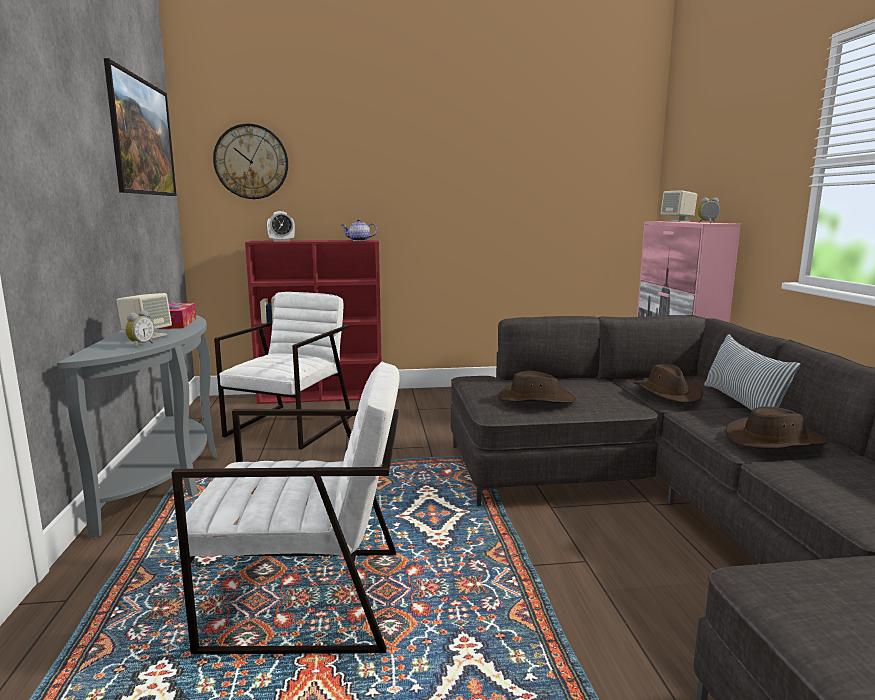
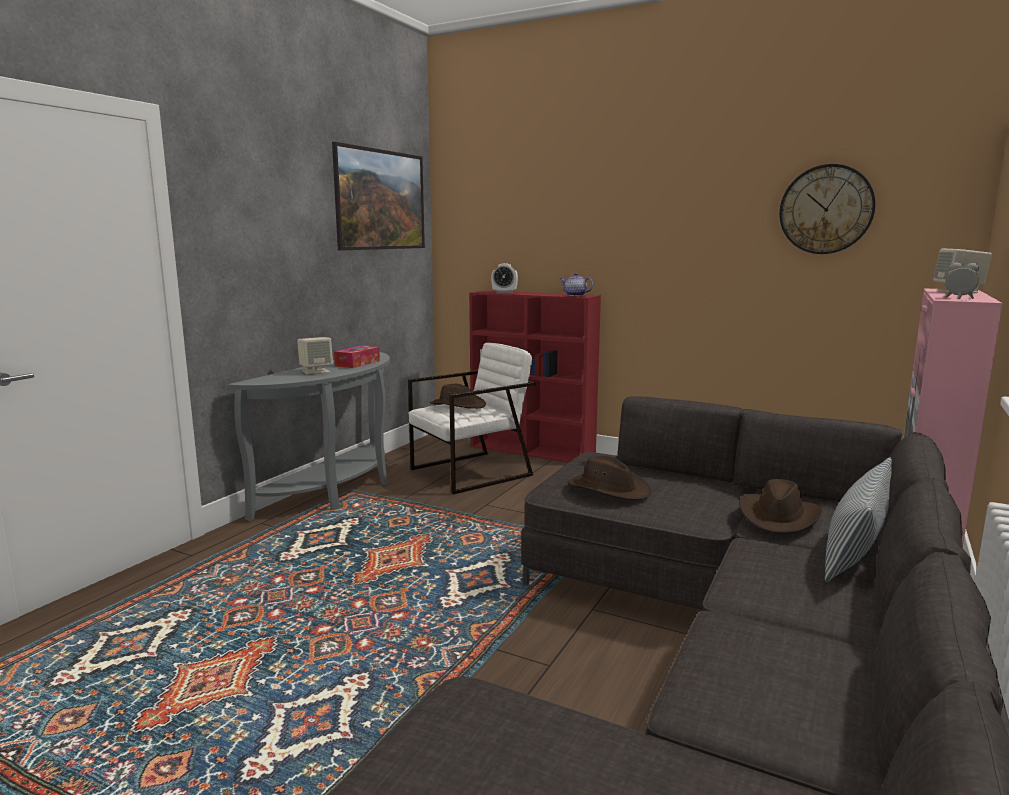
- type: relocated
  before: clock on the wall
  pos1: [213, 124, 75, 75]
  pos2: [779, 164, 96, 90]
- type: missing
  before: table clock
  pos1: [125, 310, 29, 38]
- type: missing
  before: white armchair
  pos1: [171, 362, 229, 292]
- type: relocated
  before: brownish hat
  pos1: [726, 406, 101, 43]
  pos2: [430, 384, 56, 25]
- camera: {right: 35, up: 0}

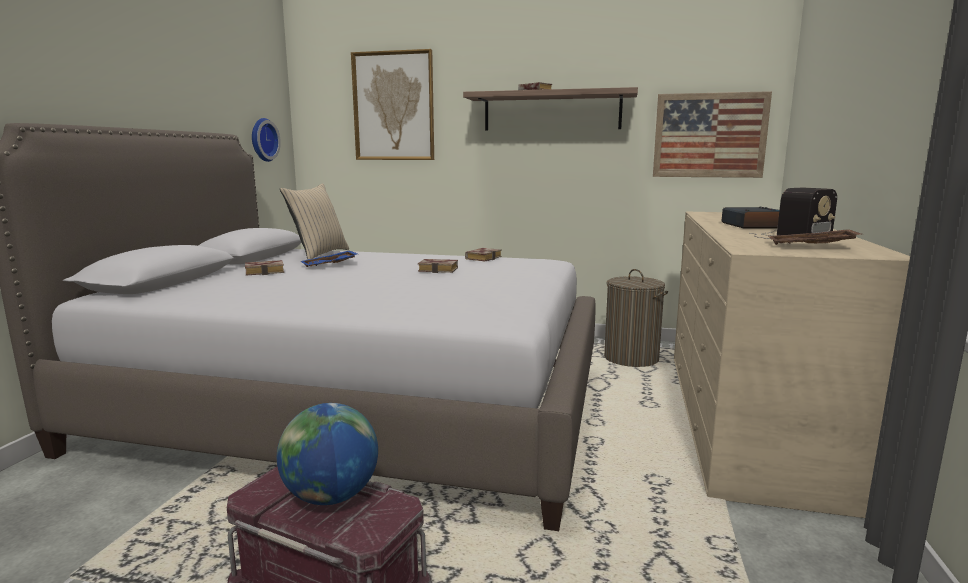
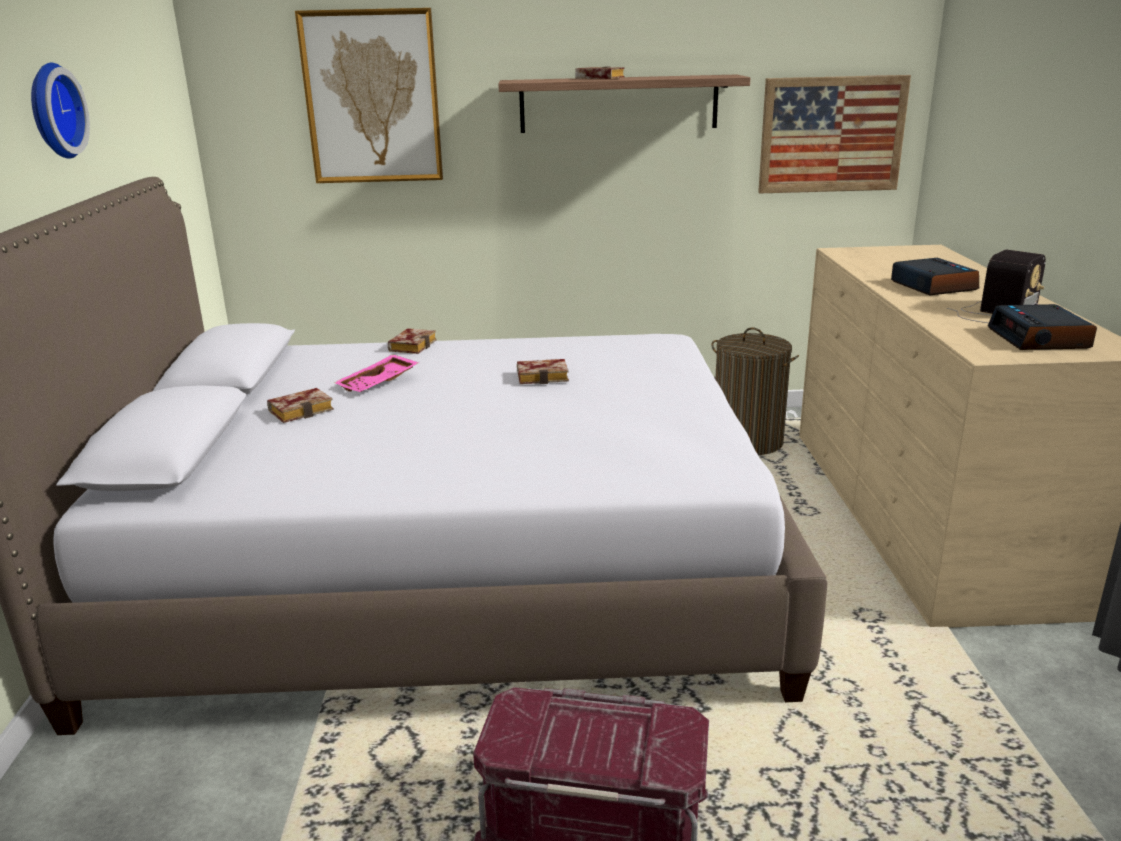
- type: relocated
  before: clock on the wall
  pos1: [252, 118, 29, 44]
  pos2: [31, 63, 59, 96]
- type: missing
  before: beige pillow
  pos1: [280, 183, 69, 76]
- type: exchanged
  before: brownish tray
  after: table clock
  pos1: [768, 229, 93, 16]
  pos2: [988, 304, 109, 46]
- type: relocated
  before: bound book
  pos1: [465, 248, 37, 13]
  pos2: [388, 328, 49, 26]
- type: colour
  before: bluish tray
  after: pink tray
  pos1: [300, 251, 57, 16]
  pos2: [335, 354, 84, 38]
- type: missing
  before: world globe
  pos1: [277, 403, 101, 102]
- camera: {right: -15, up: 10}

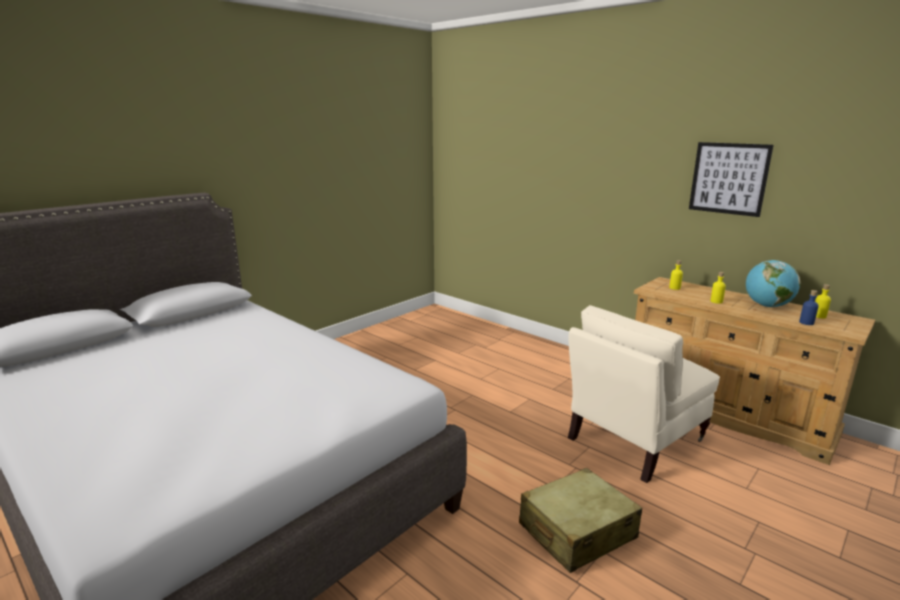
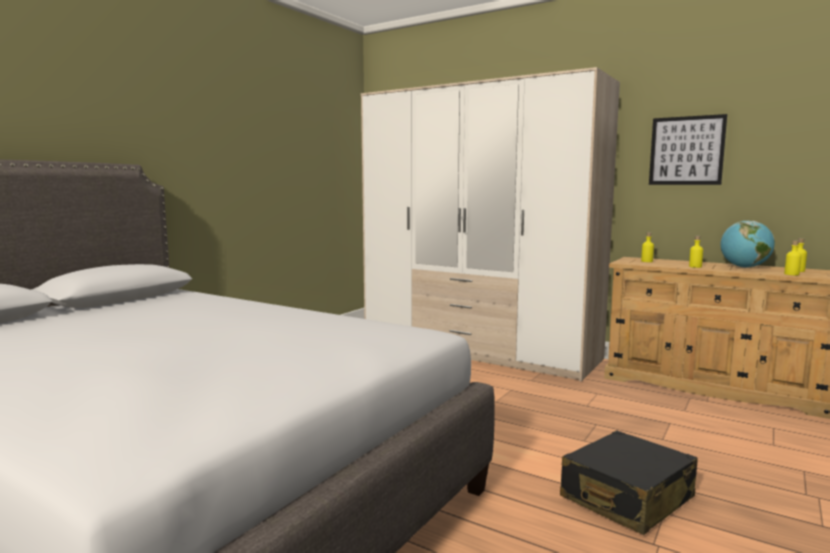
- type: colour
  before: bluish bottle
  after: yellowish bottle
  pos1: [799, 290, 20, 35]
  pos2: [784, 240, 18, 35]
- type: missing
  before: beige armchair
  pos1: [568, 305, 152, 178]
- type: colour
  before: beige suitcase
  after: black suitcase
  pos1: [519, 468, 123, 105]
  pos2: [560, 430, 138, 105]
- type: appeared
  after: clothes cupboard
  pos2: [361, 67, 259, 315]
- camera: {right: -10, up: -10}

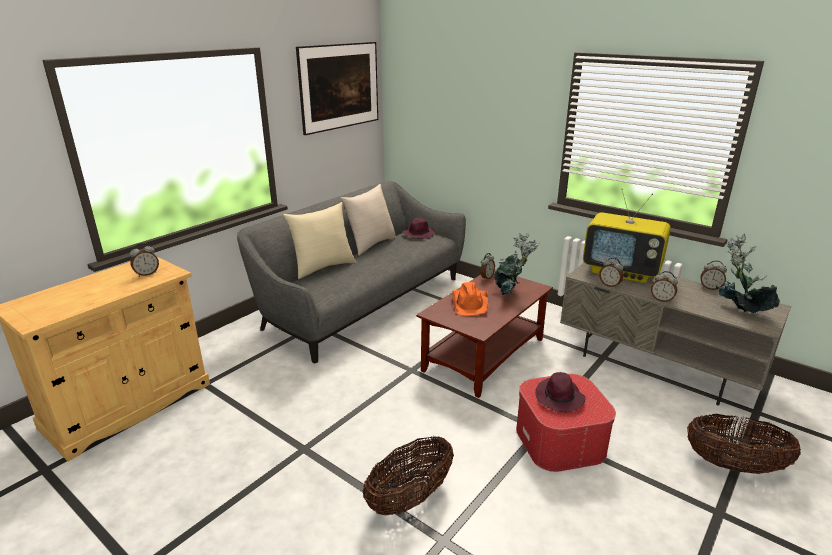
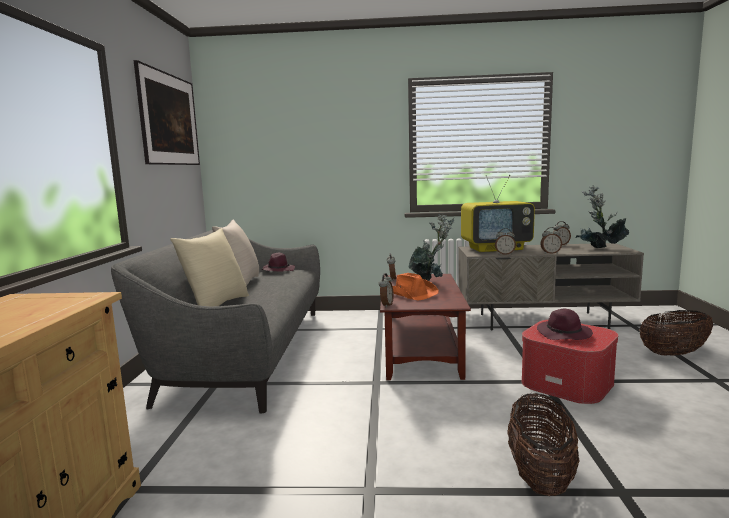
- type: relocated
  before: table clock
  pos1: [130, 243, 29, 34]
  pos2: [379, 273, 15, 35]
- camera: {right: -35, up: -15}

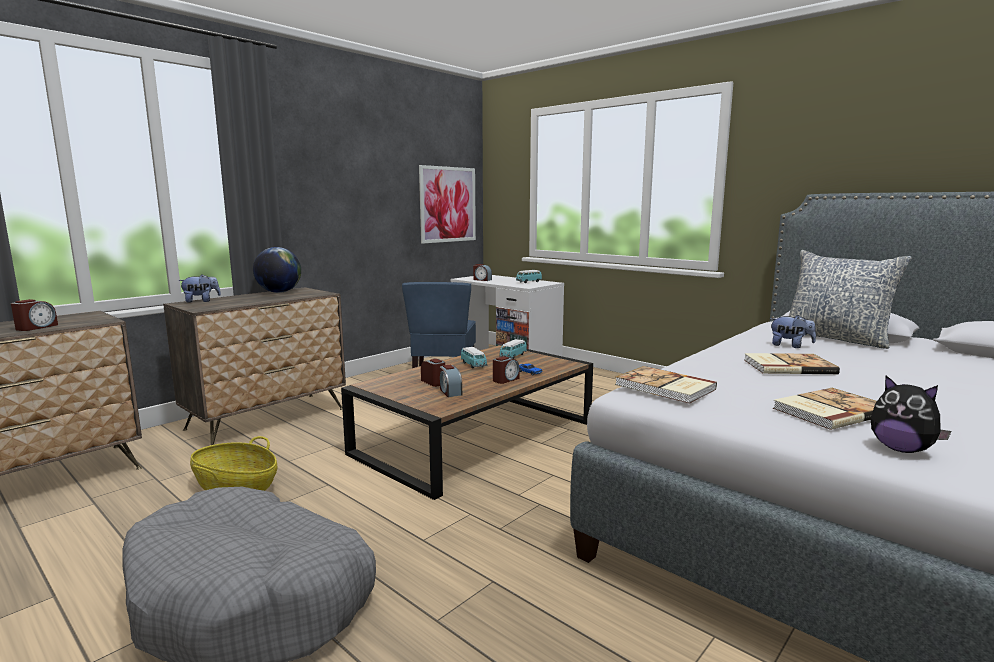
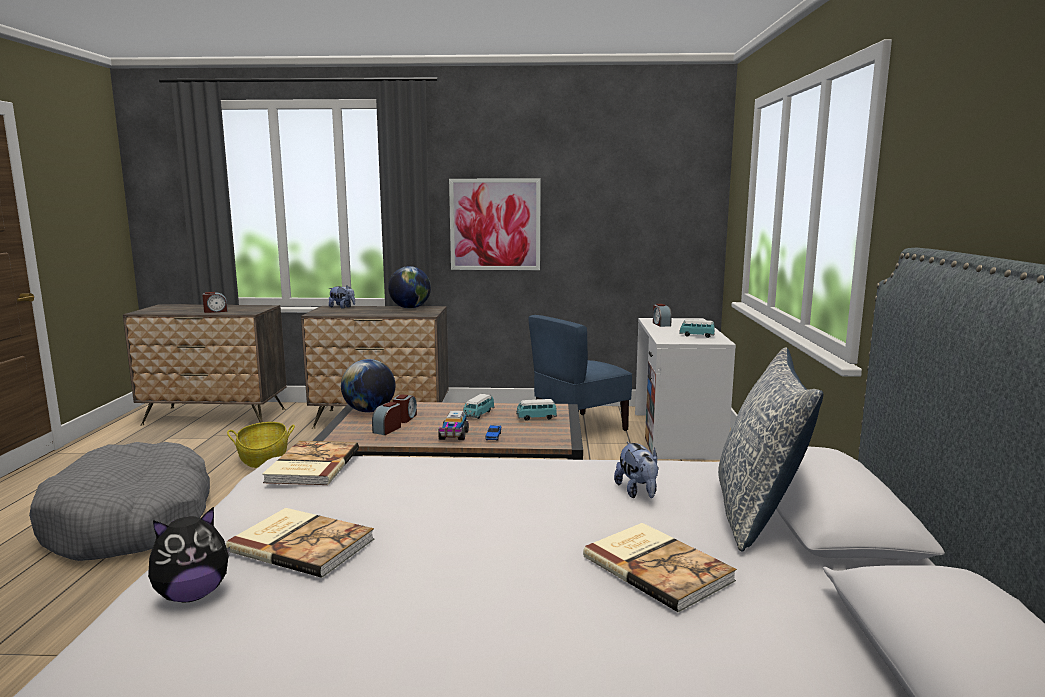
- type: relocated
  before: wall art
  pos1: [419, 165, 57, 79]
  pos2: [449, 179, 92, 91]
- type: relocated
  before: bound book
  pos1: [744, 353, 96, 21]
  pos2: [583, 523, 154, 89]
- type: exchanged
  before: table clock
  after: toy truck
  pos1: [493, 356, 27, 28]
  pos2: [438, 411, 31, 29]
- type: spun
  before: plush toy
  pos1: [870, 375, 82, 78]
  pos2: [148, 507, 82, 95]
  turn: -135
- type: appeared
  after: world globe
  pos2: [341, 359, 54, 53]
- camera: {right: 50, up: 0}

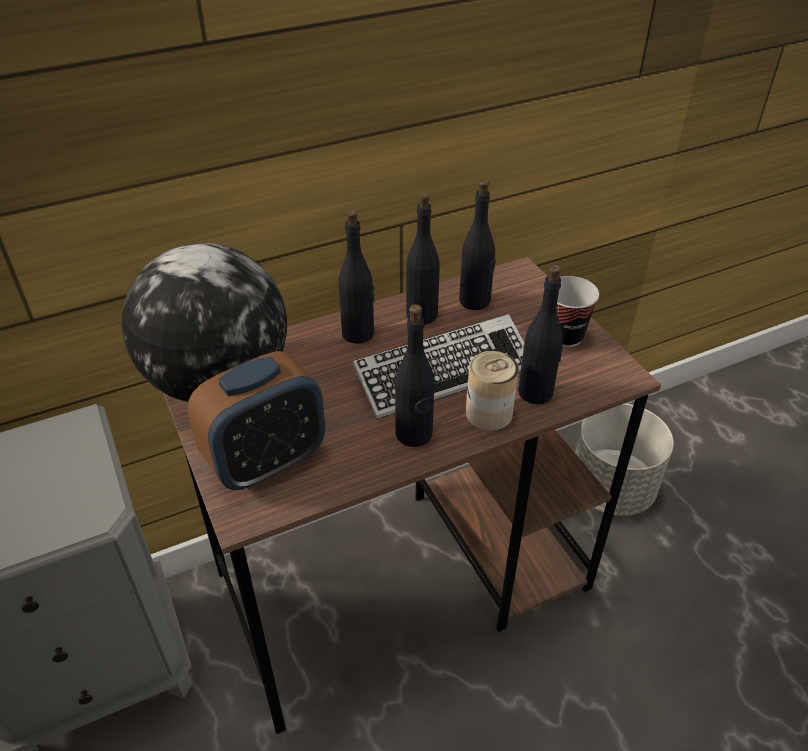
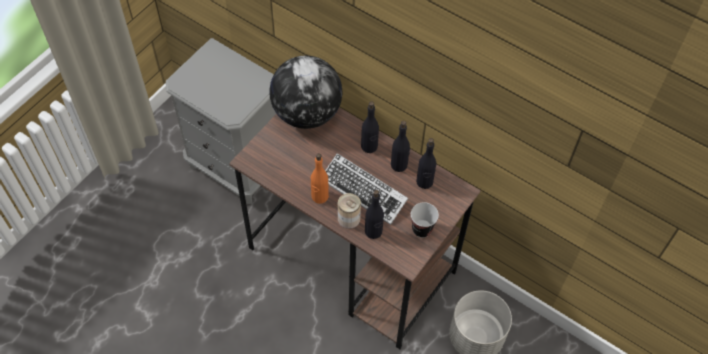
- type: colour
  before: black bottle
  after: orangey bottle
  pos1: [395, 304, 40, 143]
  pos2: [311, 153, 18, 51]
- type: missing
  before: table clock
  pos1: [187, 351, 138, 139]
- camera: {right: 60, up: 15}

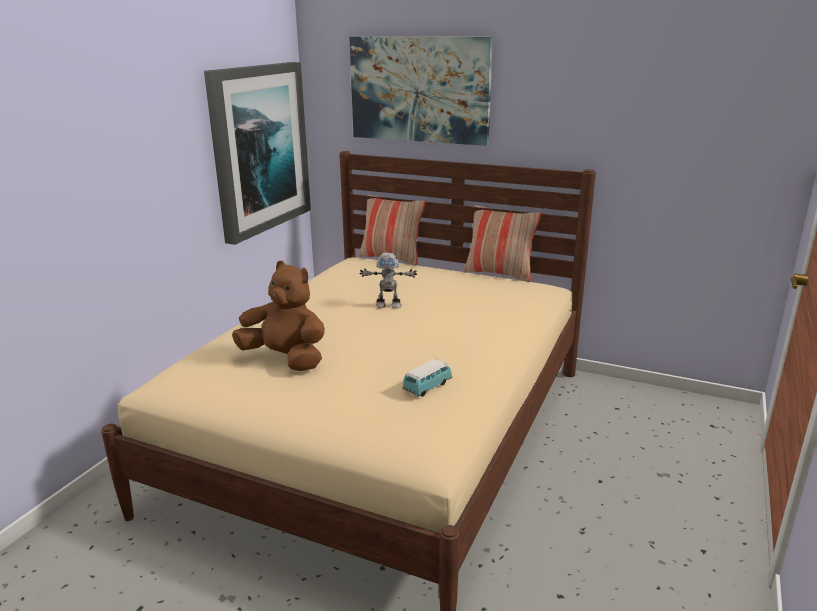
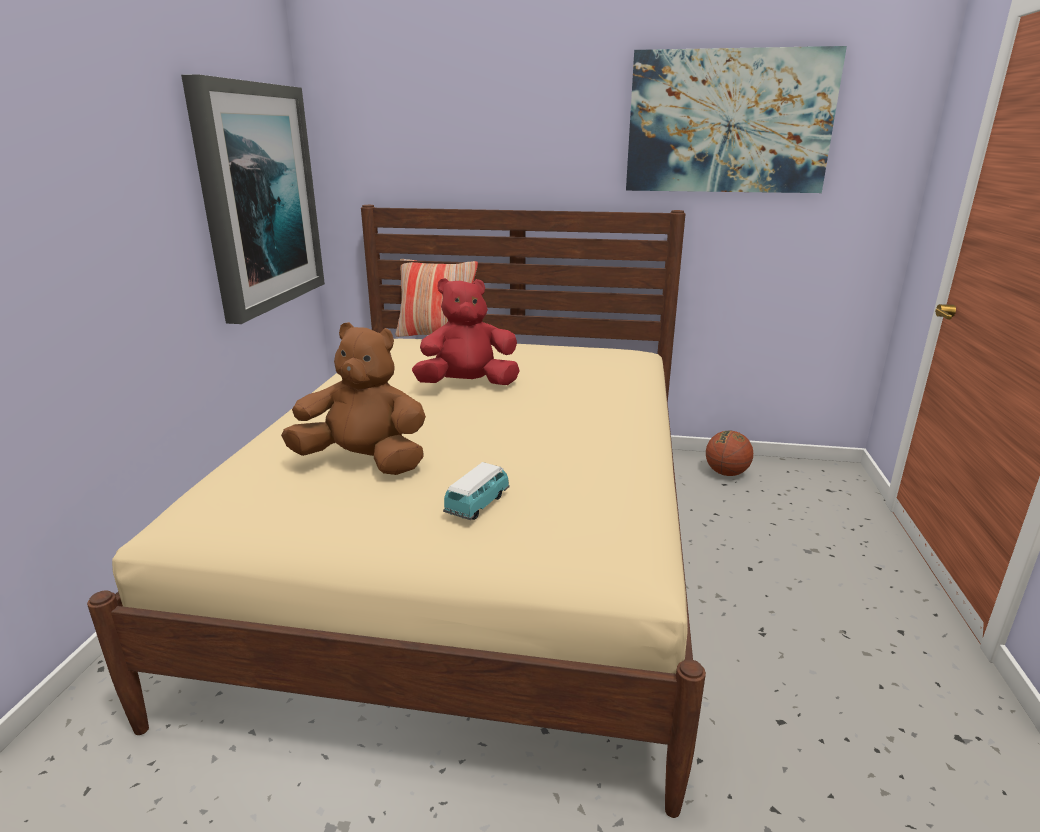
- type: relocated
  before: wall art
  pos1: [349, 37, 144, 109]
  pos2: [626, 46, 221, 147]
- type: missing
  before: pillow
  pos1: [464, 205, 77, 77]
- type: exchanged
  before: robot figure
  after: red-coloured plush toy
  pos1: [359, 252, 58, 56]
  pos2: [412, 278, 108, 107]
- type: relocated
  before: toy car
  pos1: [403, 359, 49, 38]
  pos2: [443, 462, 66, 58]
- type: appeared
  after: basketball
  pos2: [706, 430, 47, 46]
- camera: {right: -15, up: 0}

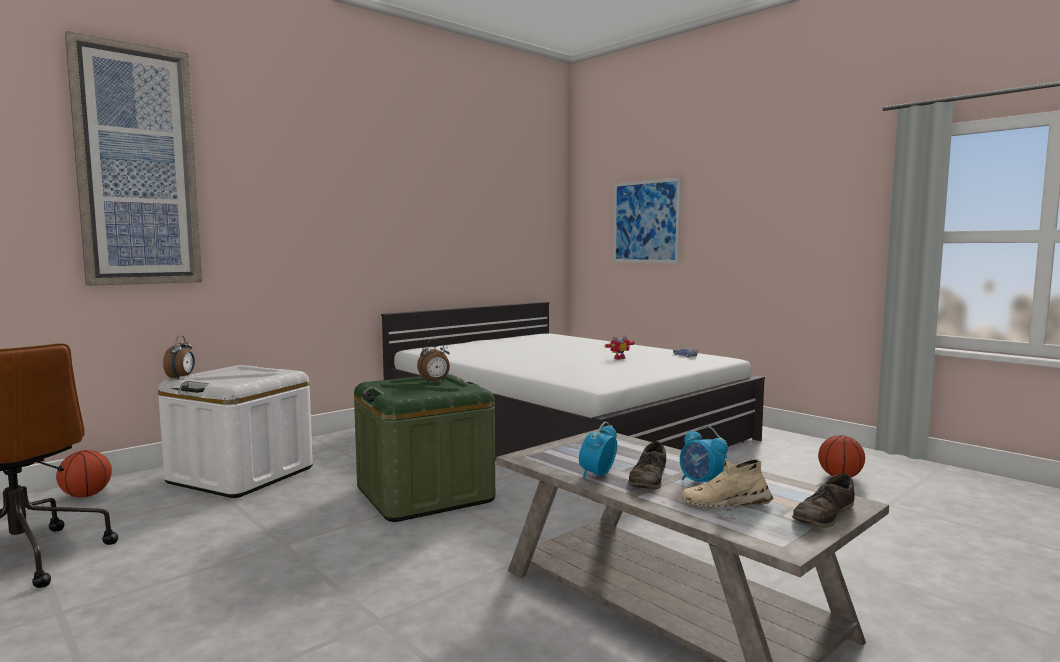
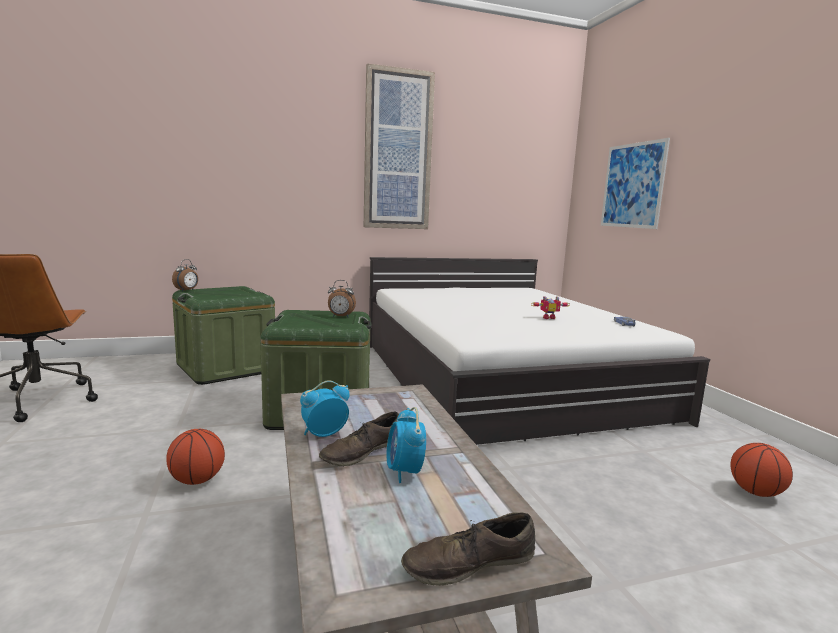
- type: relocated
  before: wall art
  pos1: [65, 31, 137, 255]
  pos2: [364, 63, 71, 166]
- type: colour
  before: white storage container
  after: green-coloured storage container
  pos1: [158, 365, 155, 133]
  pos2: [172, 286, 103, 99]
- type: relocated
  before: basketball
  pos1: [56, 450, 56, 48]
  pos2: [166, 429, 59, 56]
- type: missing
  before: beige item of footwear
  pos1: [682, 458, 91, 49]
- camera: {right: 25, up: 5}

